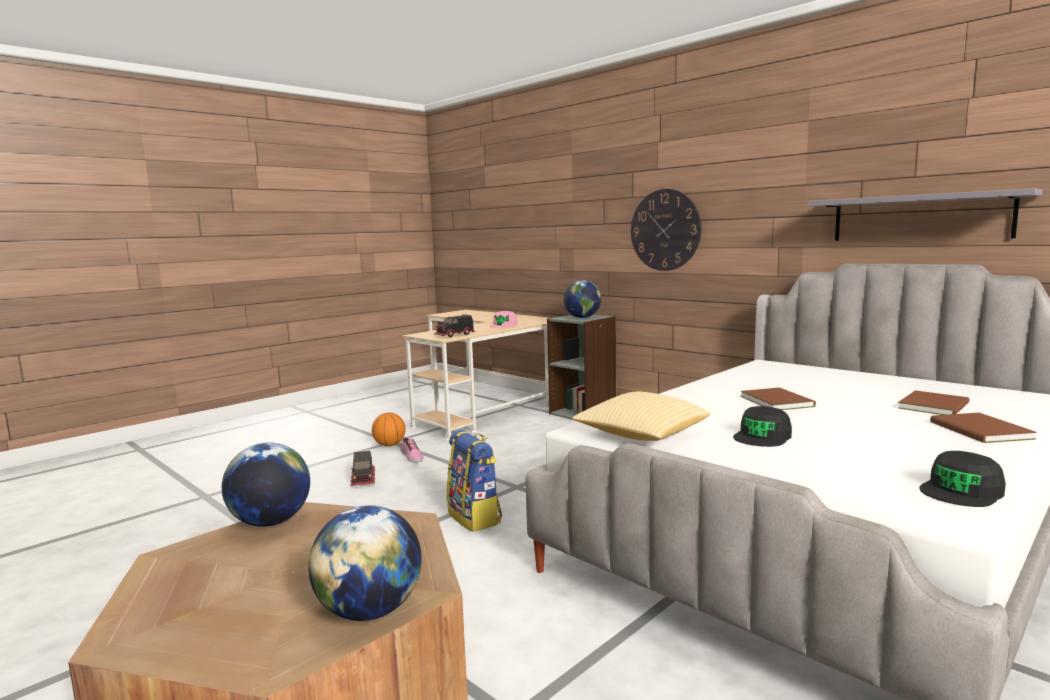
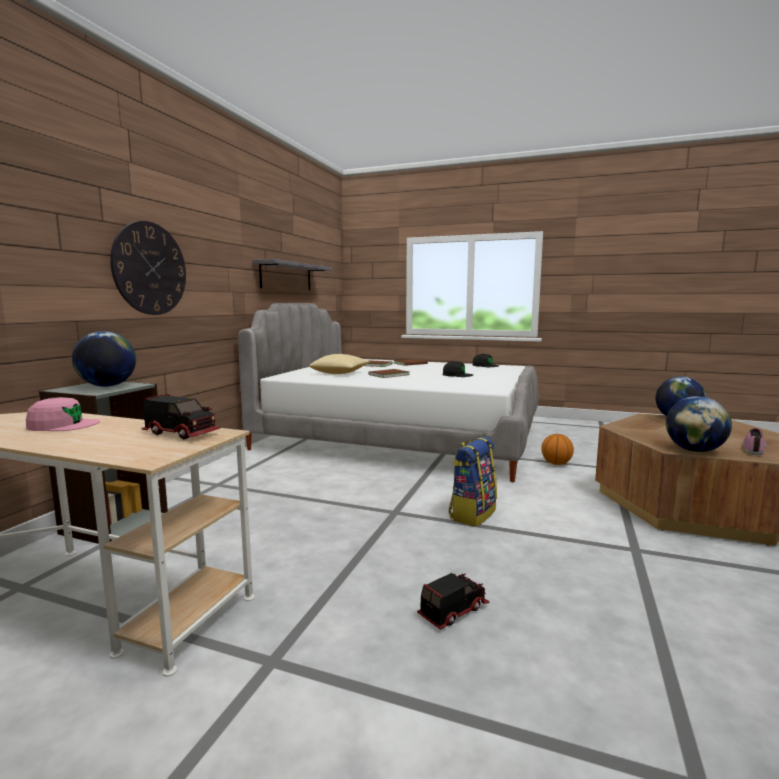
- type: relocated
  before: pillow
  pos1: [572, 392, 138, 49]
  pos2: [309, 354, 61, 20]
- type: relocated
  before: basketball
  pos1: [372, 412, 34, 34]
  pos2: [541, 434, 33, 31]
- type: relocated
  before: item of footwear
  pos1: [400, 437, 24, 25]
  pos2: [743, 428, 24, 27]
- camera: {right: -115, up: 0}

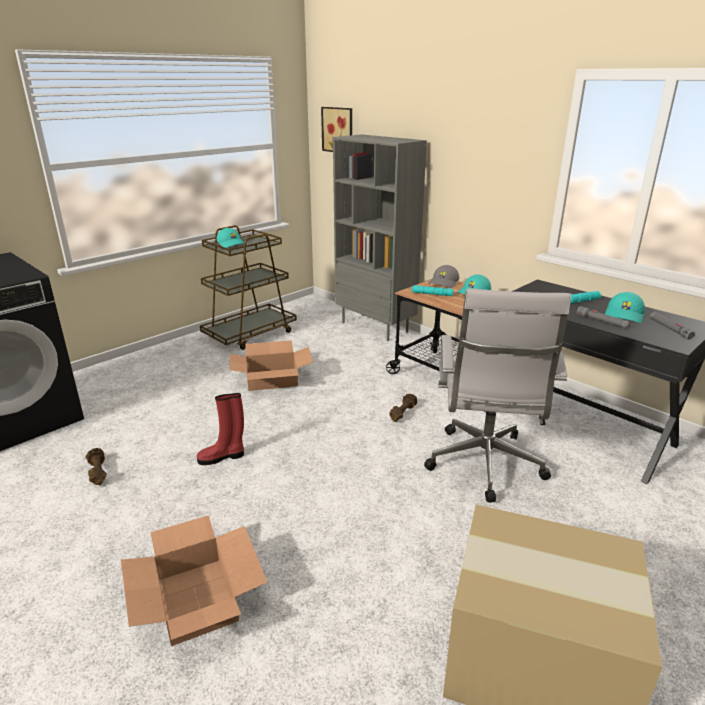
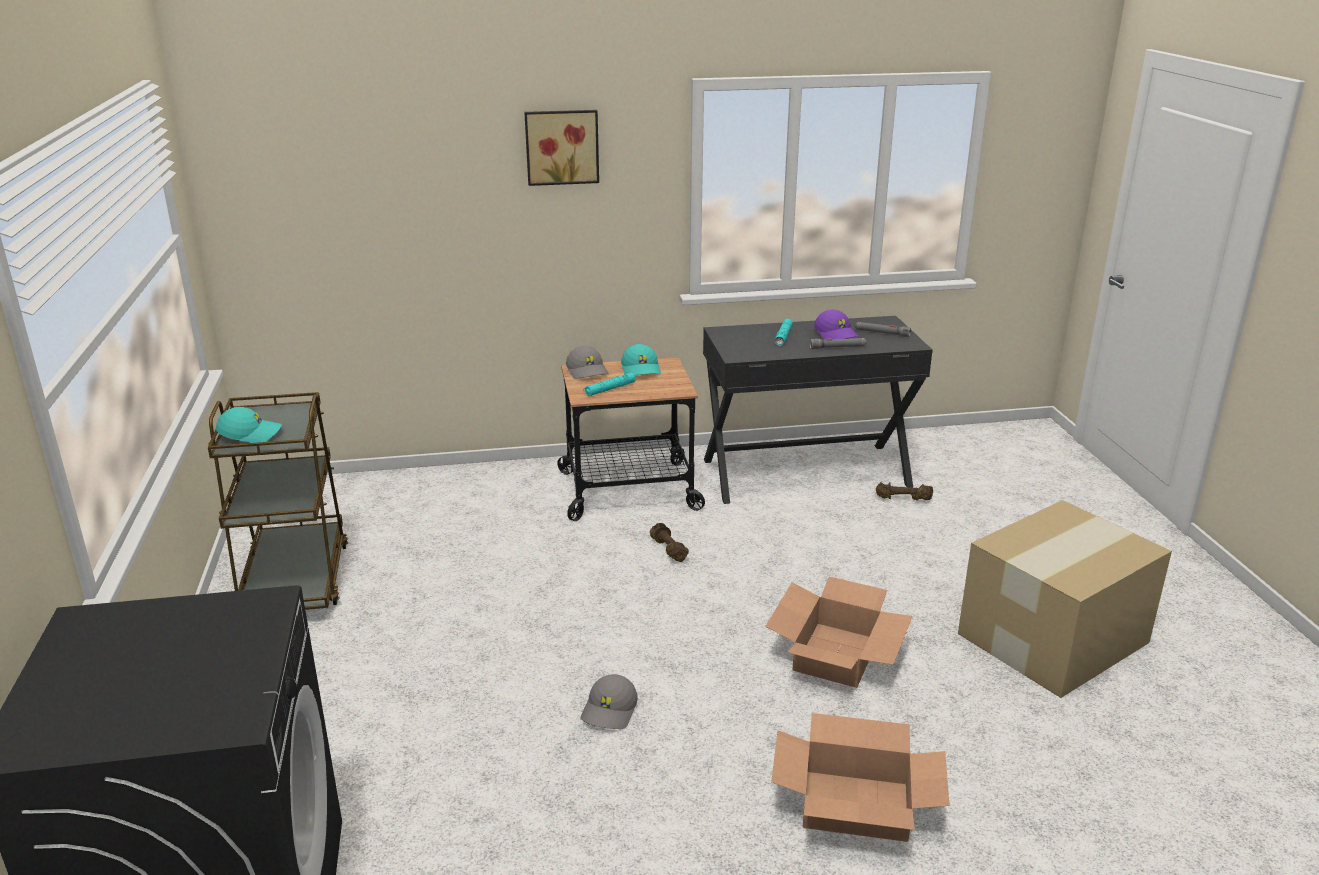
- type: relocated
  before: wall art
  pos1: [321, 107, 31, 45]
  pos2: [524, 110, 75, 76]
- type: missing
  before: gray shelving unit
  pos1: [333, 134, 94, 207]
- type: missing
  before: white desk chair
  pos1: [424, 288, 147, 215]
- type: colour
  before: blue-green cap
  after: purplish cap
  pos1: [605, 292, 40, 31]
  pos2: [814, 309, 45, 31]
- type: relocated
  before: packing box
  pos1: [230, 340, 83, 51]
  pos2: [765, 576, 148, 112]
- type: exchanged
  before: red-coloured boot
  after: gray cap
  pos1: [197, 393, 47, 72]
  pos2: [581, 674, 57, 55]
- type: relocated
  before: brownish hand weight
  pos1: [85, 448, 22, 37]
  pos2: [876, 482, 57, 19]
- camera: {right: -55, up: 0}

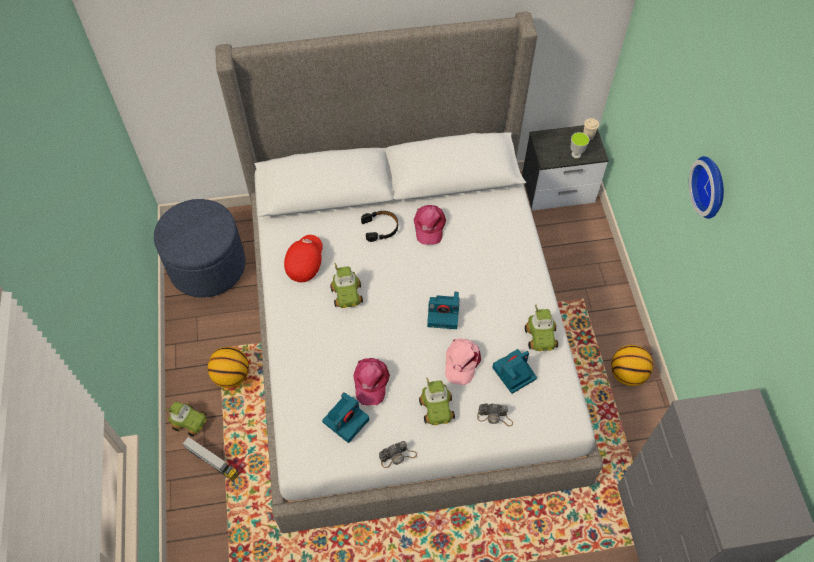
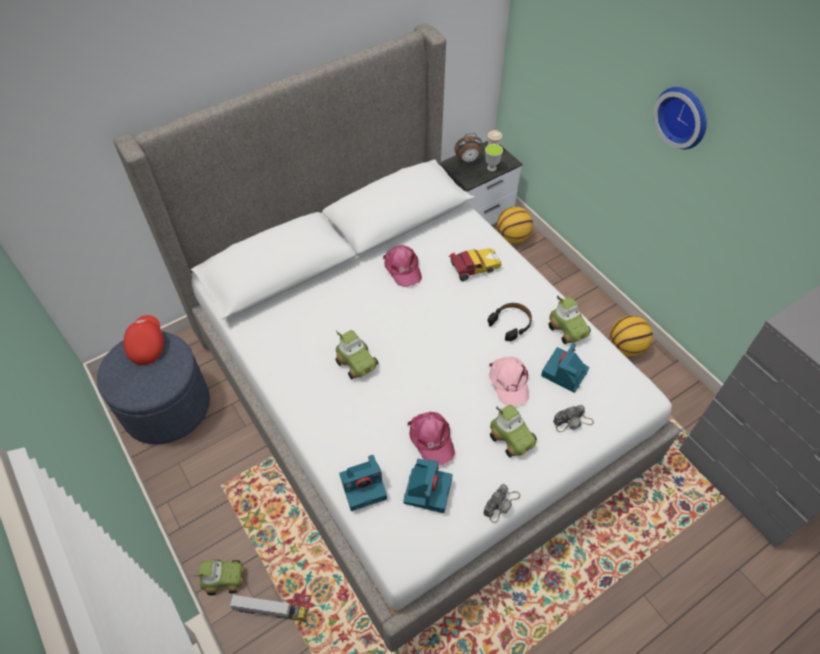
- type: relocated
  before: black headphones
  pos1: [361, 211, 37, 31]
  pos2: [488, 303, 44, 38]
- type: relocated
  before: red-coloured cap
  pos1: [284, 235, 39, 47]
  pos2: [124, 315, 40, 50]
- type: relocated
  before: still camera
  pos1: [427, 292, 32, 37]
  pos2: [339, 455, 48, 56]
- type: relocated
  before: basketball
  pos1: [208, 347, 41, 41]
  pos2: [497, 207, 36, 37]
- type: appeared
  after: table clock
  pos2: [454, 133, 28, 31]
- type: appeared
  after: toy car
  pos2: [449, 248, 53, 33]
- camera: {right: -25, up: -5}

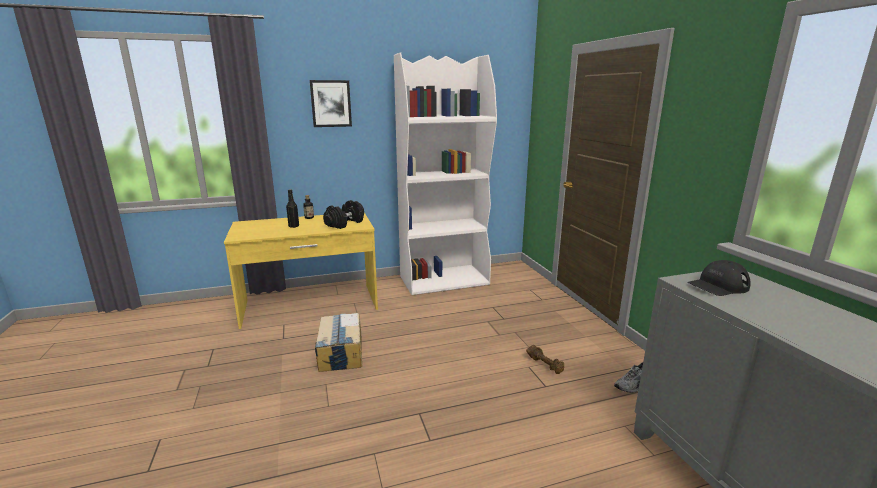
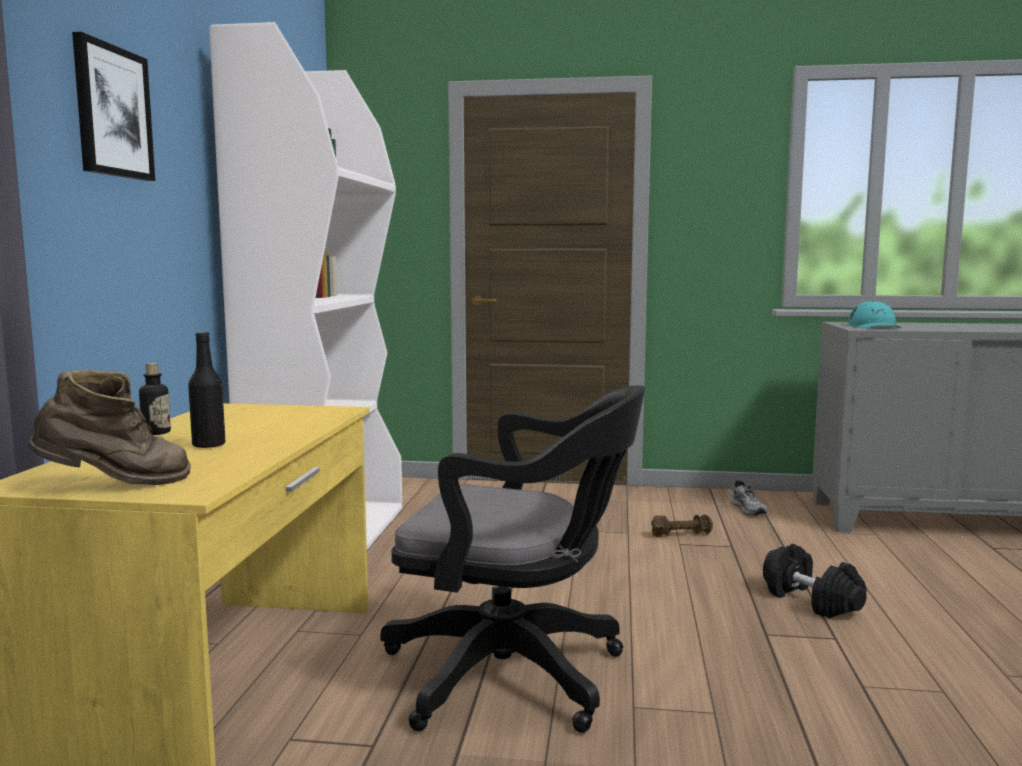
- type: relocated
  before: black hand weight
  pos1: [323, 200, 41, 29]
  pos2: [763, 544, 103, 74]
- type: colour
  before: black cap
  after: blue-green cap
  pos1: [687, 260, 64, 36]
  pos2: [849, 301, 53, 27]
- type: exchanged
  before: packing box
  after: black desk chair
  pos1: [315, 313, 47, 59]
  pos2: [380, 385, 265, 348]
- type: appeared
  after: brownish boot
  pos2: [28, 370, 163, 115]
- camera: {right: -65, up: -10}

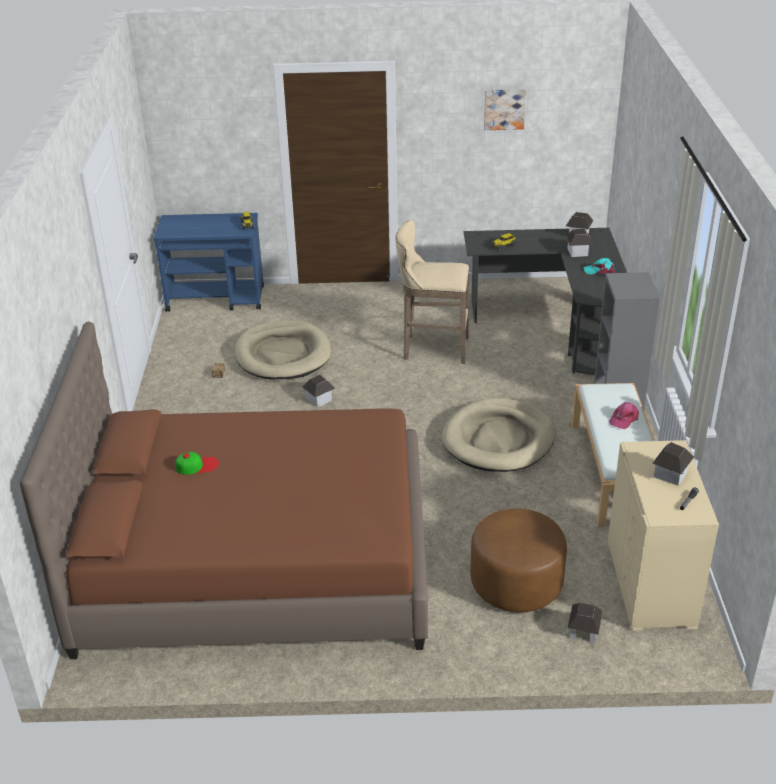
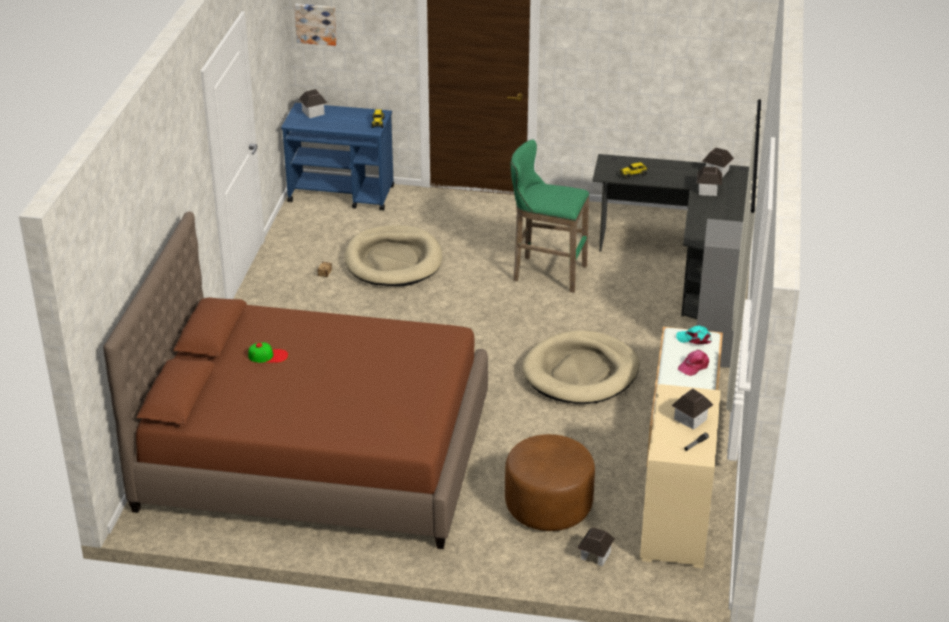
- type: relocated
  before: wall art
  pos1: [484, 89, 42, 41]
  pos2: [294, 4, 43, 42]
- type: colour
  before: beige sitting stool
  after: green-coloured sitting stool
  pos1: [395, 220, 74, 144]
  pos2: [511, 139, 78, 154]
- type: relocated
  before: blue-green cap
  pos1: [584, 258, 32, 17]
  pos2: [676, 325, 36, 19]
- type: relocated
  before: toy house
  pos1: [302, 375, 33, 32]
  pos2: [299, 89, 28, 29]
- camera: {right: 10, up: 0}

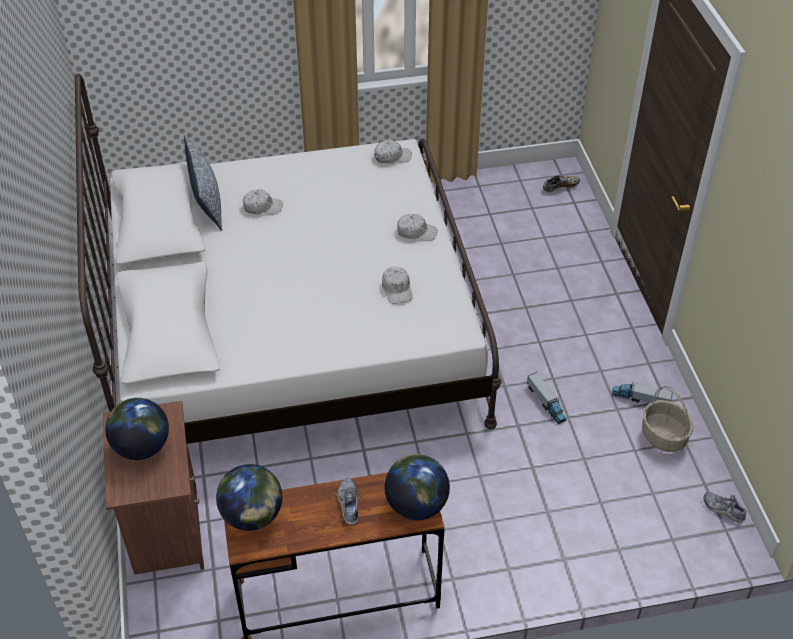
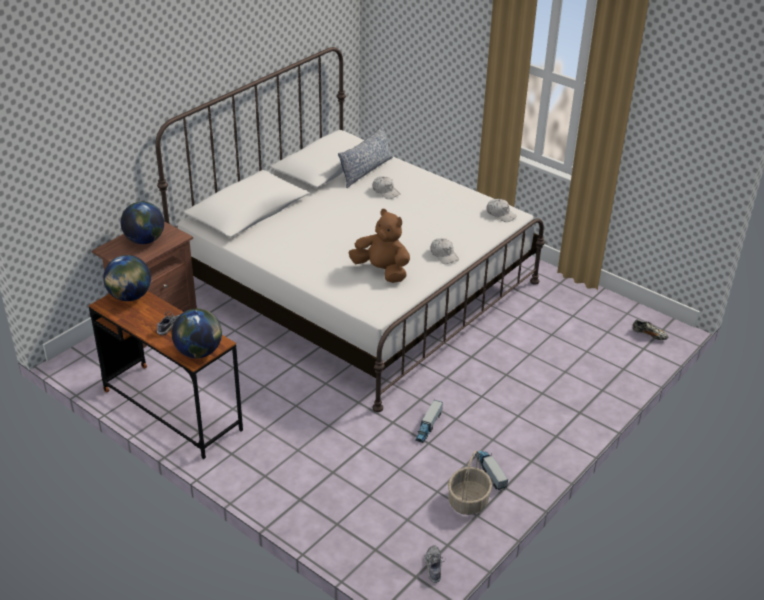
- type: exchanged
  before: white cap
  after: brownish plush toy
  pos1: [382, 267, 31, 37]
  pos2: [348, 209, 62, 74]
- camera: {right: 50, up: -10}

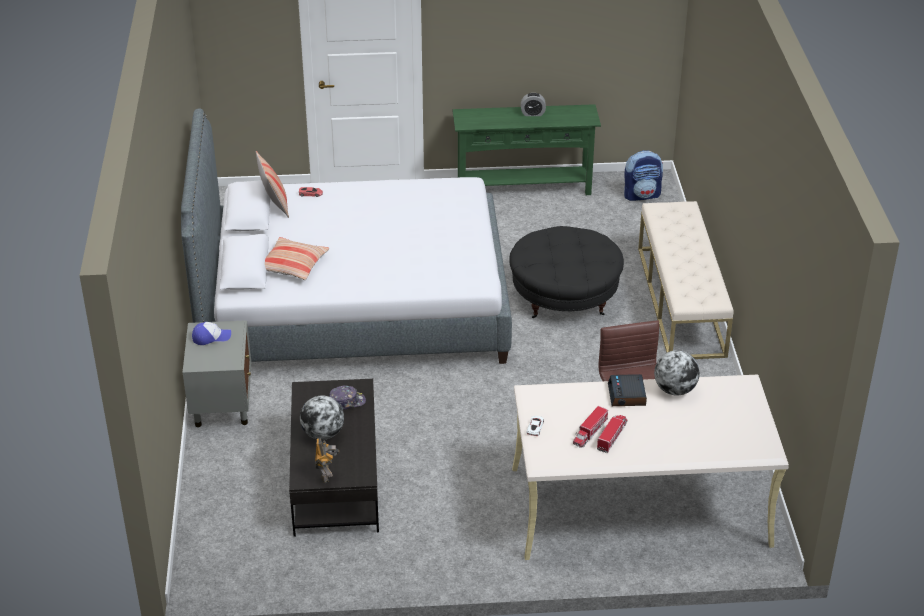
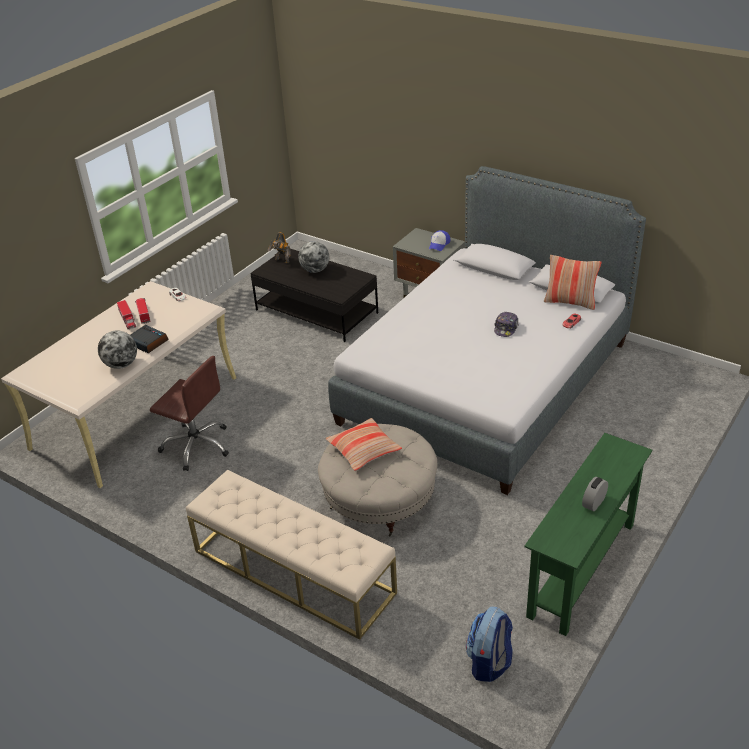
- type: colour
  before: black footrest
  after: beige footrest
  pos1: [509, 226, 115, 92]
  pos2: [318, 424, 120, 112]
- type: relocated
  before: pillow
  pos1: [265, 237, 64, 43]
  pos2: [325, 418, 77, 53]
- type: relocated
  before: cap
  pos1: [329, 386, 37, 24]
  pos2: [494, 312, 24, 25]
- camera: {right: 130, up: 0}

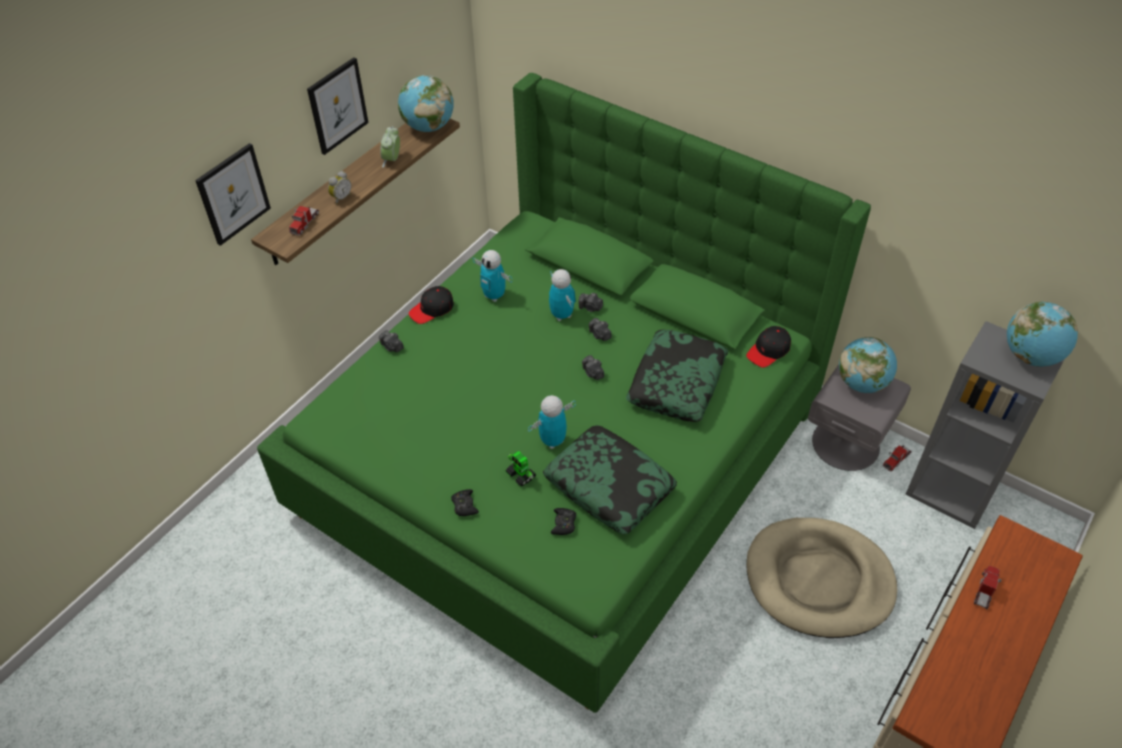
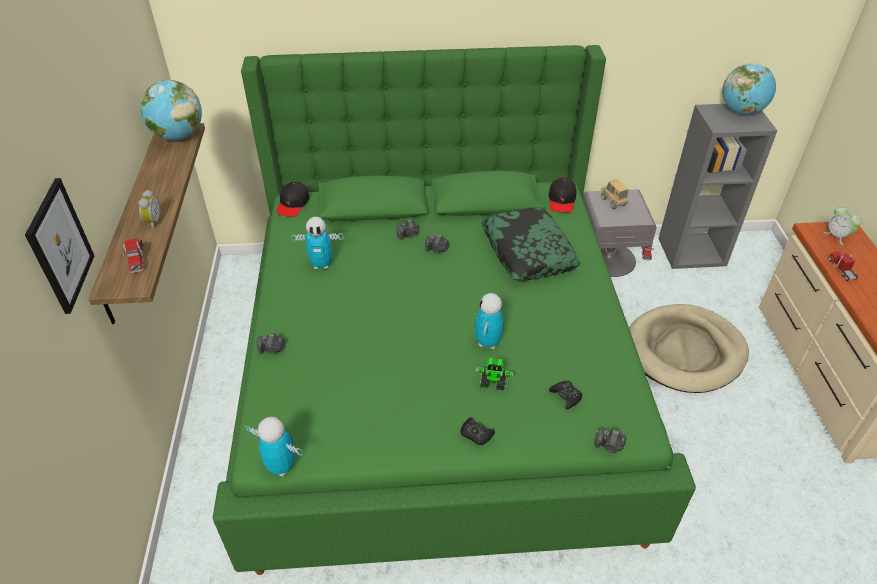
- type: missing
  before: wall art
  pos1: [307, 57, 62, 98]
- type: relocated
  before: table clock
  pos1: [380, 126, 20, 42]
  pos2: [824, 206, 38, 39]
- type: relocated
  before: robot figure
  pos1: [549, 269, 27, 52]
  pos2: [245, 416, 58, 61]
- type: relocated
  before: black cap
  pos1: [409, 286, 45, 38]
  pos2: [276, 181, 33, 36]
- type: exchanged
  before: world globe
  after: toy truck
  pos1: [839, 337, 58, 56]
  pos2: [601, 179, 28, 30]
- type: relocated
  before: still camera
  pos1: [582, 355, 22, 25]
  pos2: [594, 428, 33, 25]
- type: missing
  before: pillow
  pos1: [543, 425, 134, 110]
- camera: {right: -40, up: -5}

